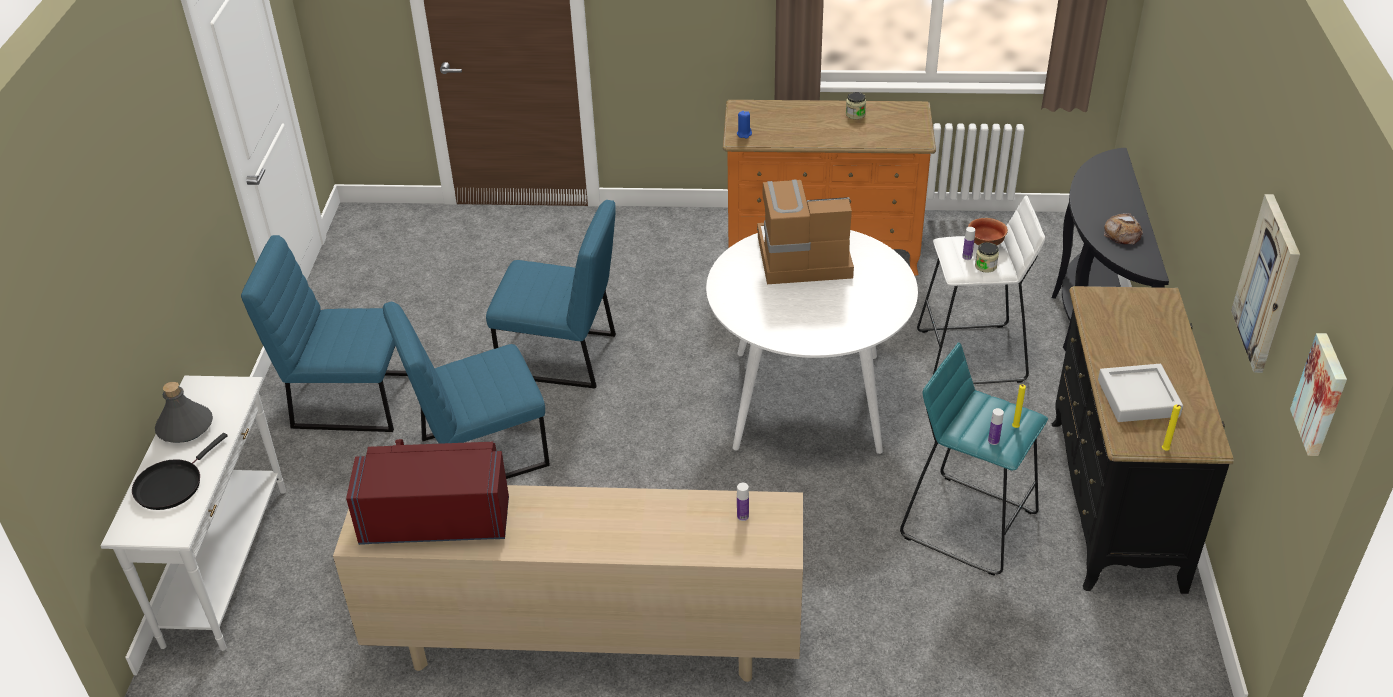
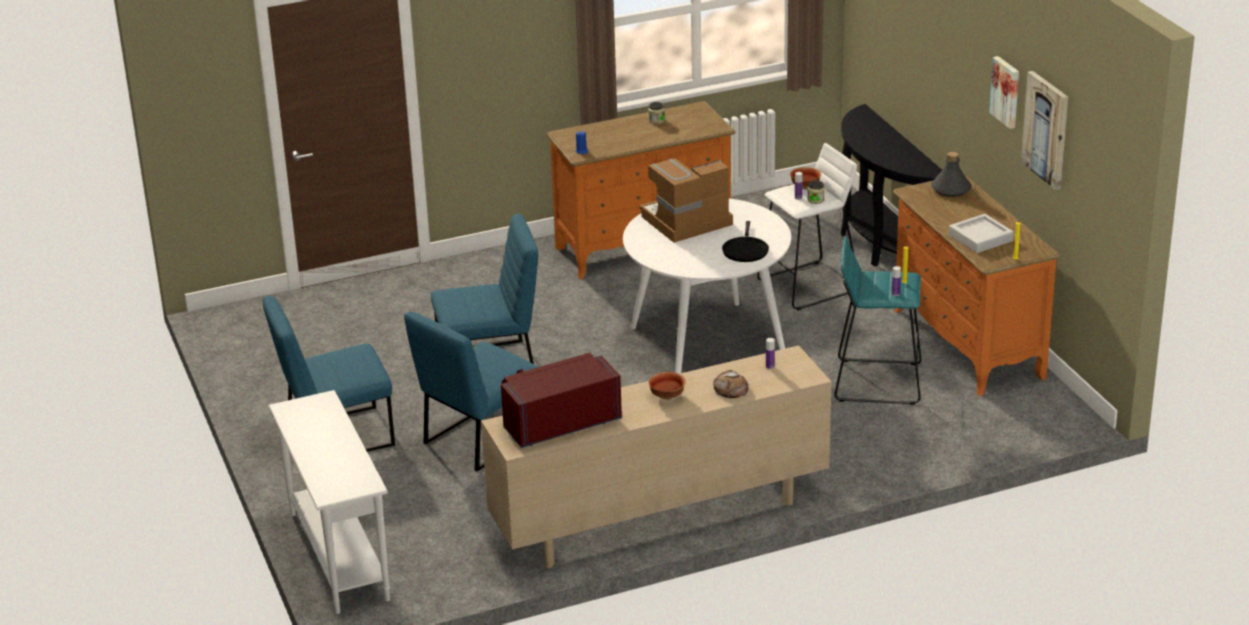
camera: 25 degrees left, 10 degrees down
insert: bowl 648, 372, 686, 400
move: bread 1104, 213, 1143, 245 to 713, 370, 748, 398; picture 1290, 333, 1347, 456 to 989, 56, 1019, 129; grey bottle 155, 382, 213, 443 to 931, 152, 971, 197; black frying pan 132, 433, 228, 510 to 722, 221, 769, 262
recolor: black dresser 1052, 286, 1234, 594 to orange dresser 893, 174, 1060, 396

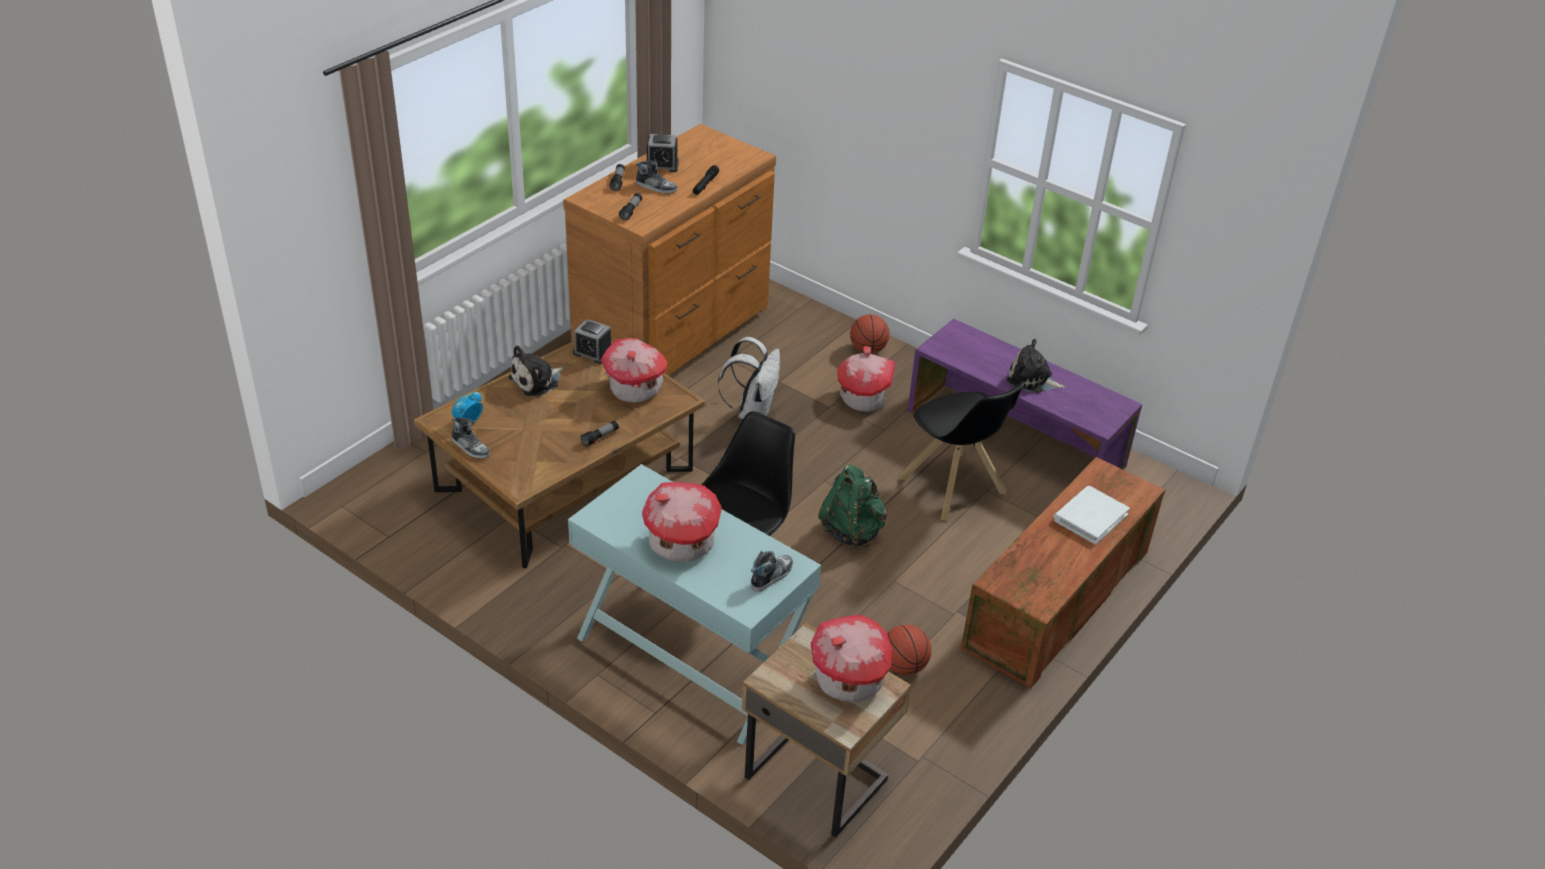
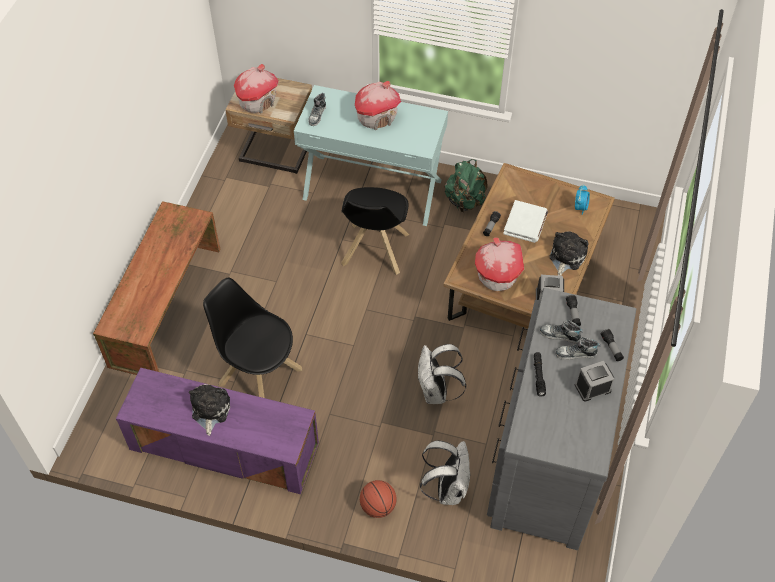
camera: 160 degrees right, 15 degrees up
delete: toy house 837, 346, 895, 412; basketball 887, 625, 931, 675
insert: white backpack 420, 440, 471, 505
move: shoe 451, 418, 490, 458 to 540, 320, 583, 343; green backpack 818, 465, 887, 548 to 445, 159, 487, 212; white book 1054, 486, 1130, 545 to 503, 200, 548, 243
recolor: brown dresser 563, 124, 776, 375 to grey dresser 487, 288, 636, 550
rotate: plush toy 1007, 339, 1065, 393 = 189, 384, 230, 436 90 degrees counterclockwise

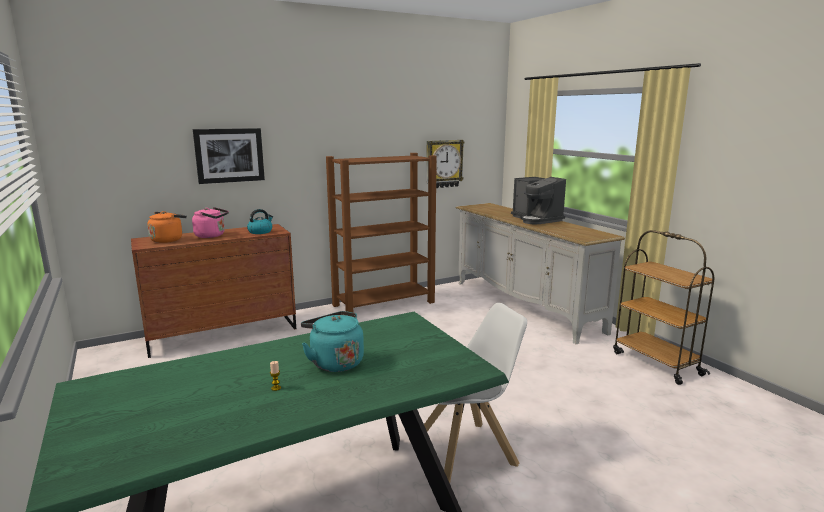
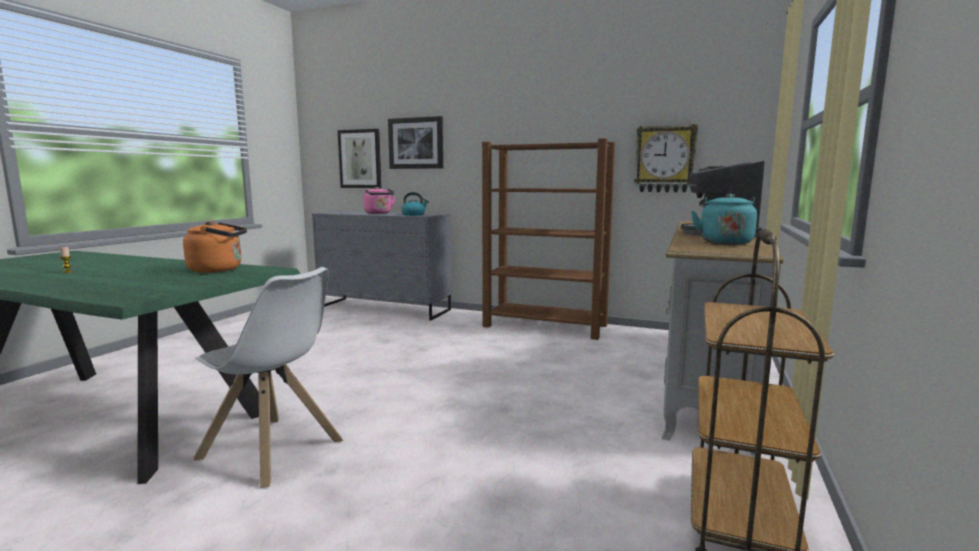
camera: 50 degrees right, 5 degrees down
insert: picture 338, 129, 382, 188
move: orange kettle 147, 211, 187, 243 to 183, 221, 247, 273; turquoise kettle 301, 311, 364, 372 to 691, 194, 757, 245
recolor: brown dresser 131, 224, 296, 358 to grey dresser 312, 211, 452, 320

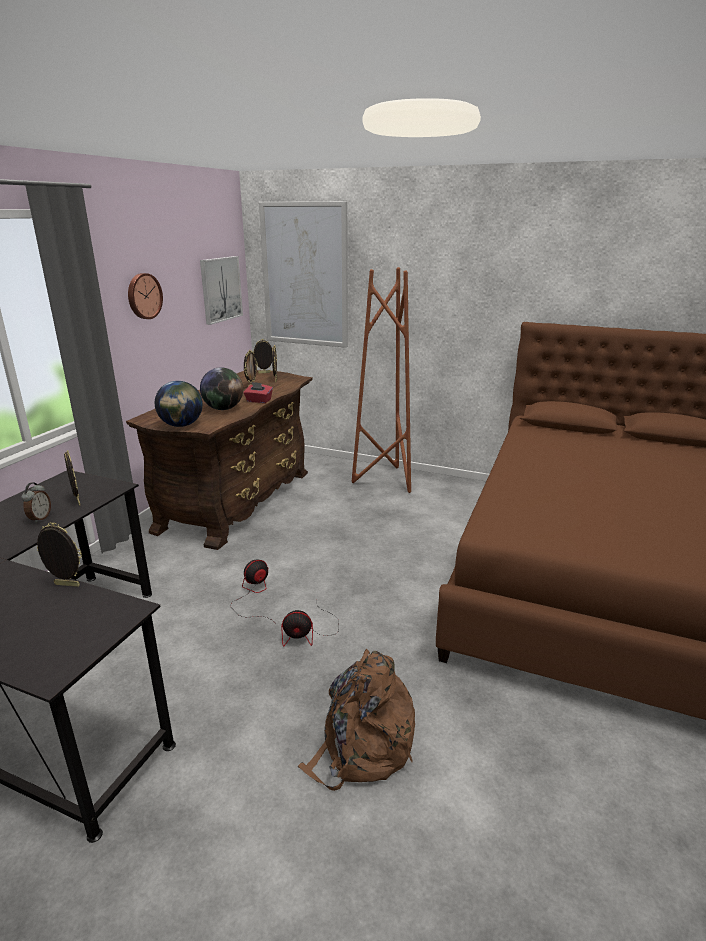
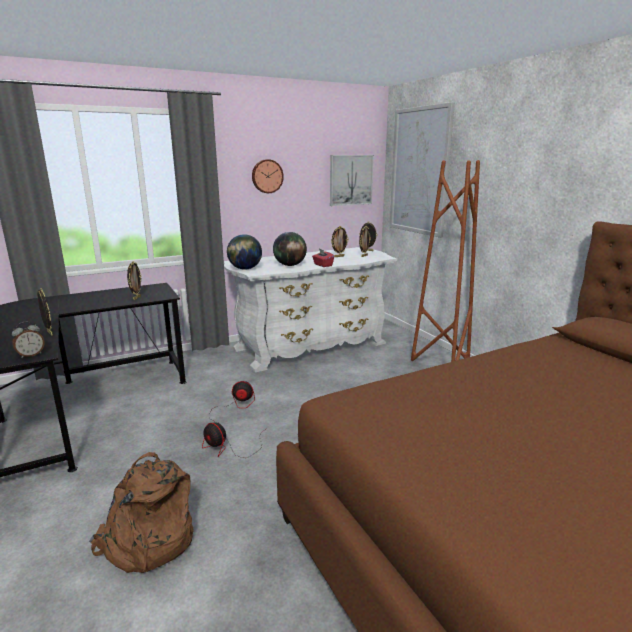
camera: 40 degrees right, 5 degrees down
move: alarm clock 21, 482, 51, 523 to 12, 322, 45, 358
recolor: brown dresser 126, 370, 313, 550 to white dresser 224, 247, 397, 372

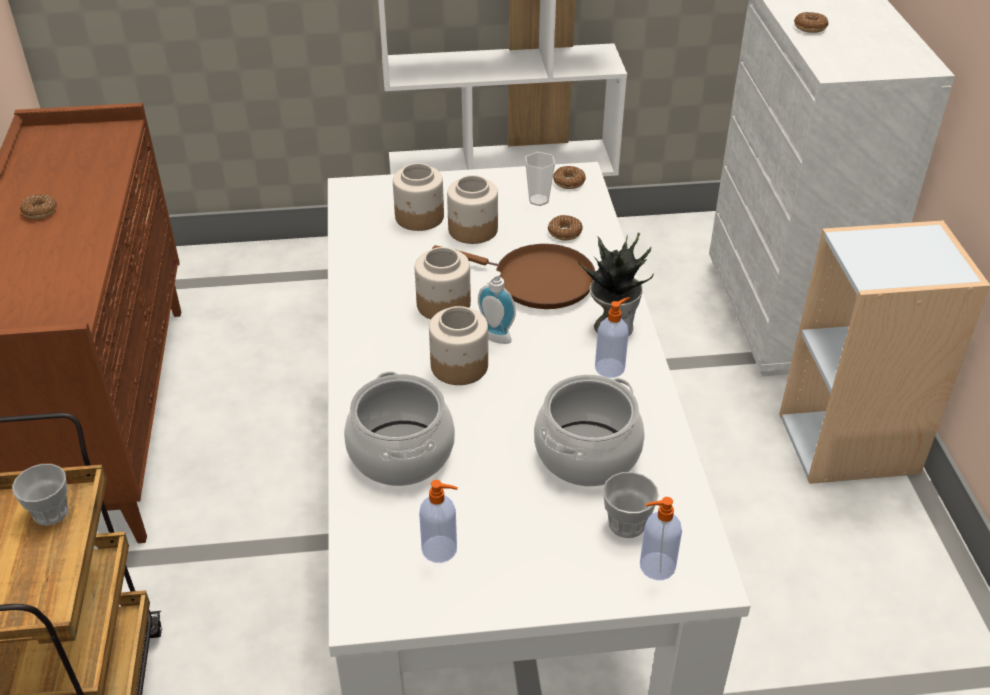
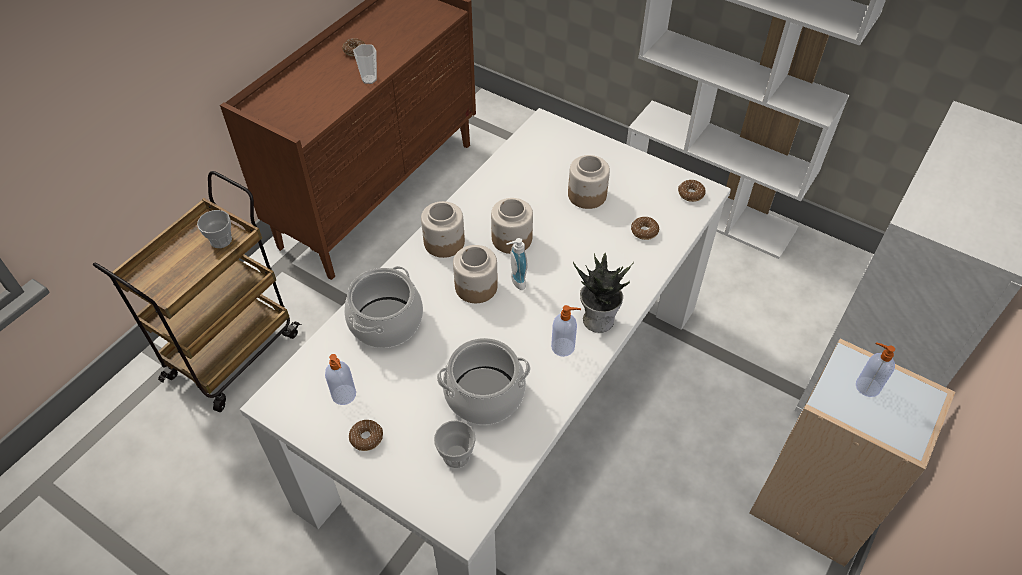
camera: 40 degrees right, 10 degrees up
delete: brown frying pan 432, 244, 595, 309
move: donut 794, 12, 829, 33 to 349, 420, 383, 451; cup 525, 152, 555, 206 to 353, 44, 377, 84; jar 393, 163, 444, 231 to 421, 201, 465, 258; soap dispenser 640, 497, 682, 580 to 856, 342, 895, 397

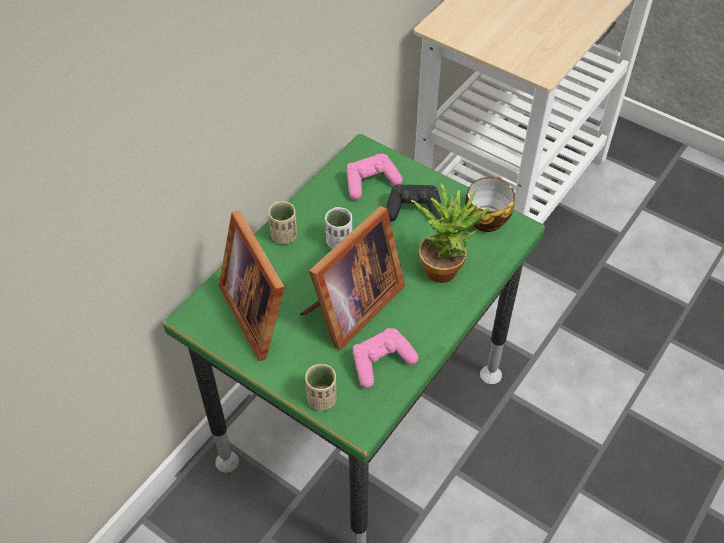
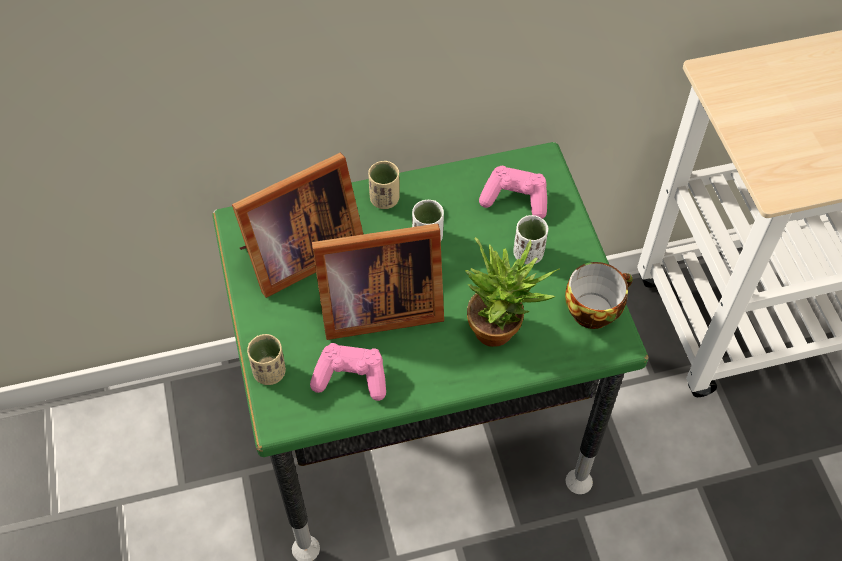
camera: 40 degrees right, 5 degrees up
replace: black game controller 386, 184, 442, 222 to white cup 513, 215, 548, 264
rotate: picture frame 219, 211, 285, 361 = 232, 153, 363, 298 135 degrees counterclockwise

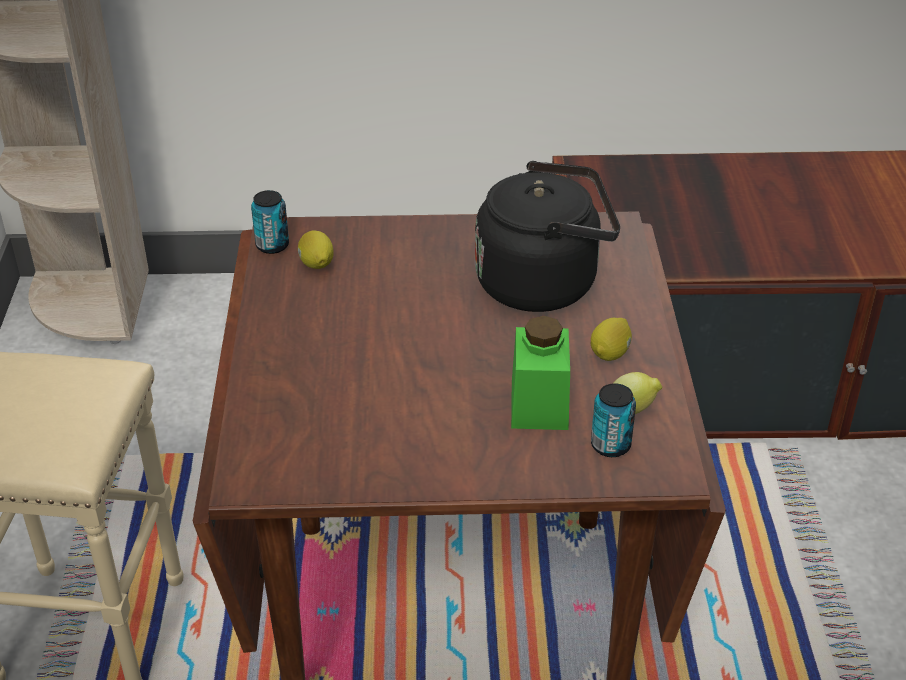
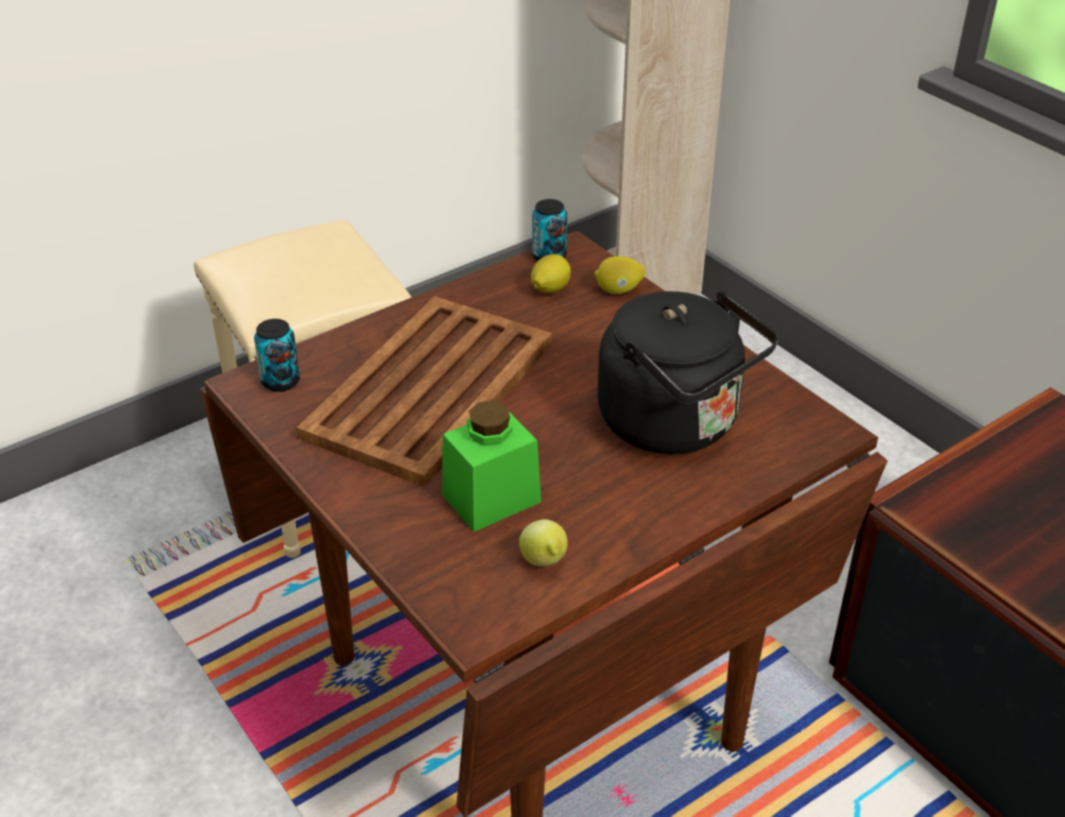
camera: 55 degrees right, 0 degrees up
insert: brown tray 296, 296, 552, 487
move: lemon 591, 318, 632, 361 to 594, 256, 646, 294; can 591, 383, 636, 457 to 254, 319, 300, 392

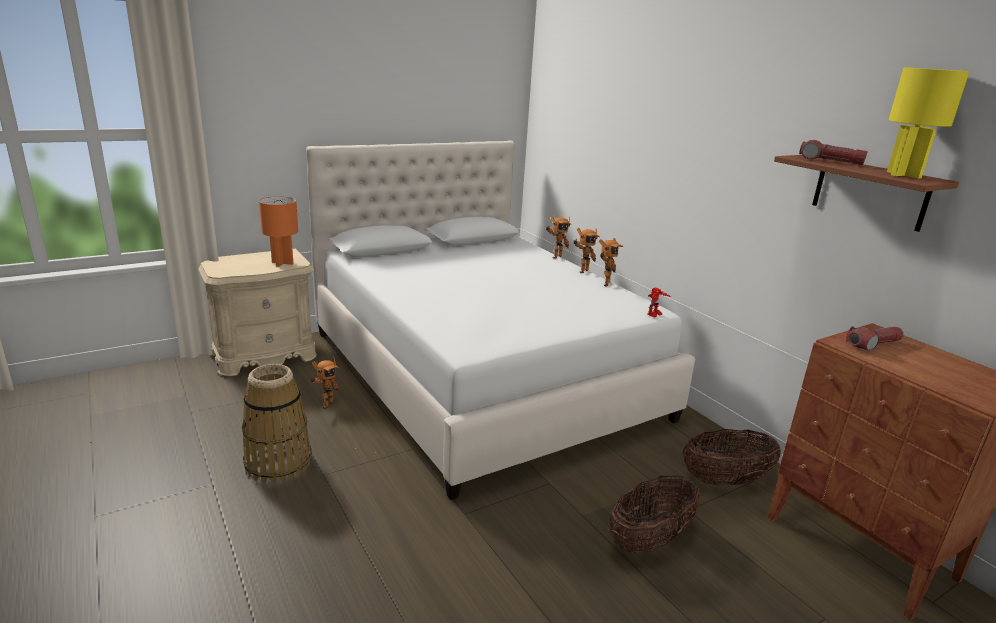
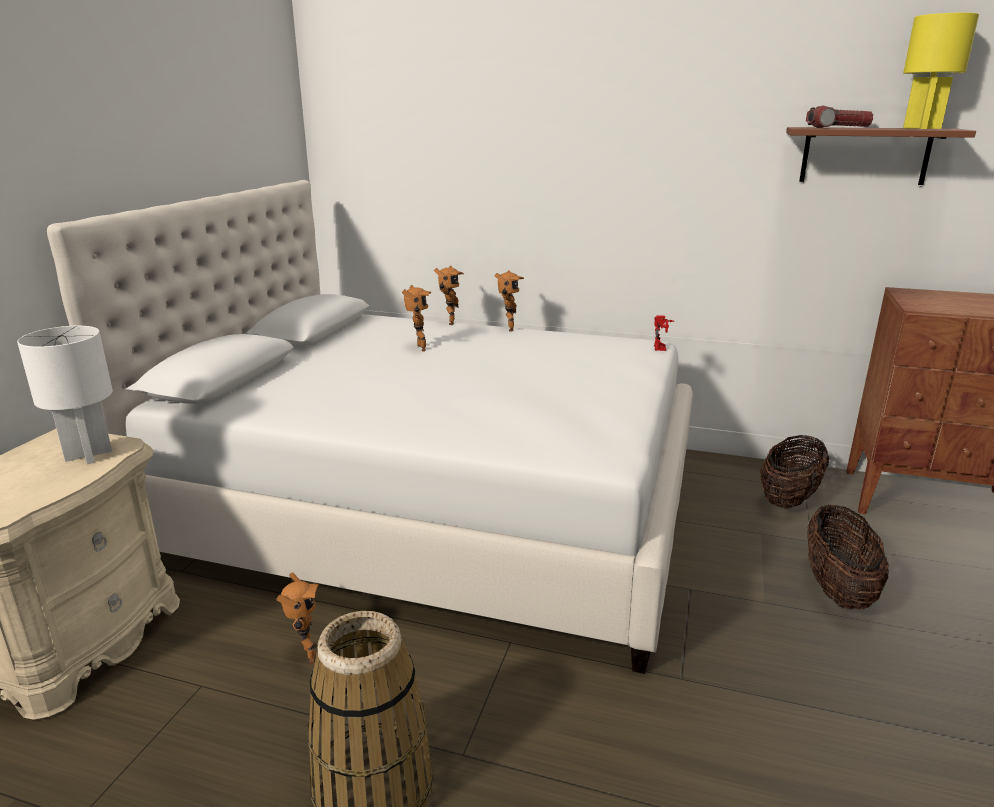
camera: 40 degrees left, 0 degrees up
delete: flashlight 846, 326, 903, 351
move: toy robot 599, 238, 623, 286 to 402, 285, 431, 351
recolor: orange table lamp 259, 196, 298, 267 to white table lamp 17, 326, 113, 464

